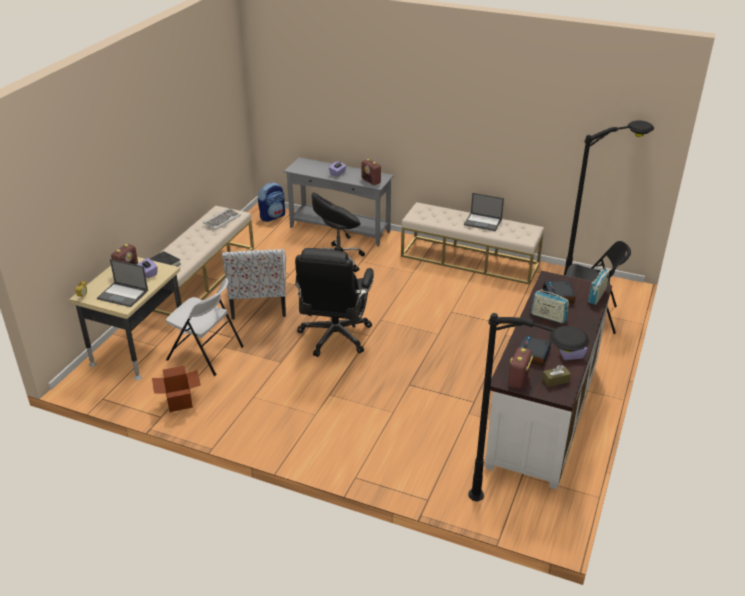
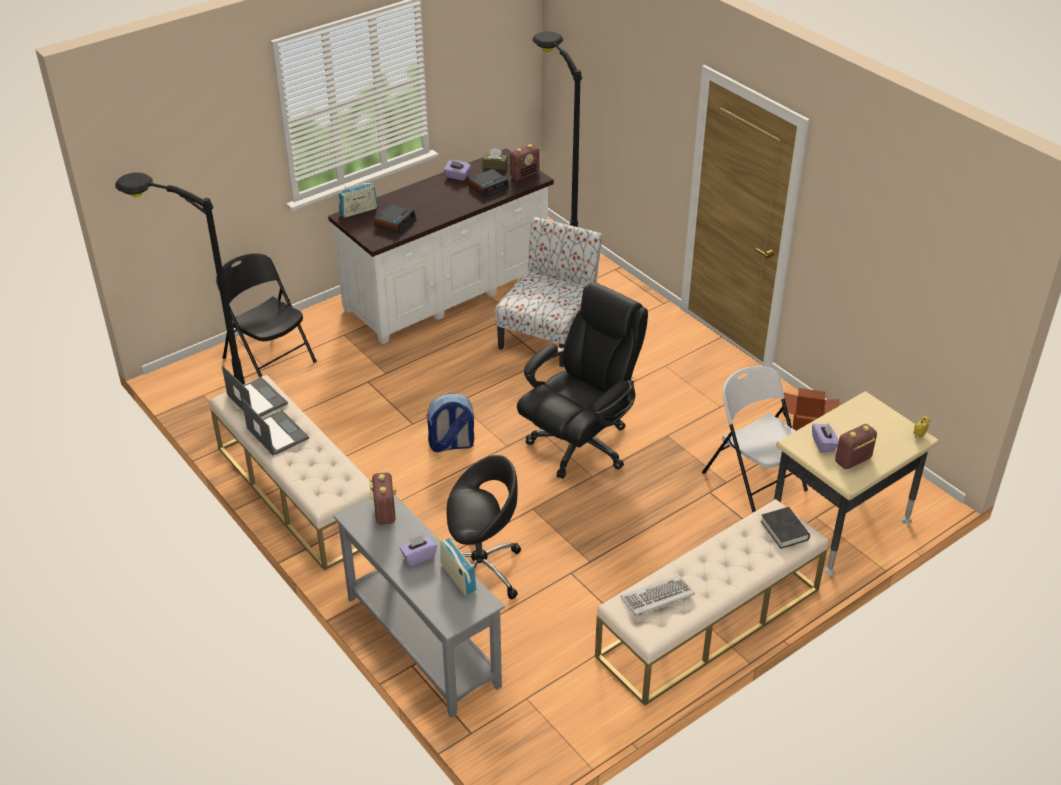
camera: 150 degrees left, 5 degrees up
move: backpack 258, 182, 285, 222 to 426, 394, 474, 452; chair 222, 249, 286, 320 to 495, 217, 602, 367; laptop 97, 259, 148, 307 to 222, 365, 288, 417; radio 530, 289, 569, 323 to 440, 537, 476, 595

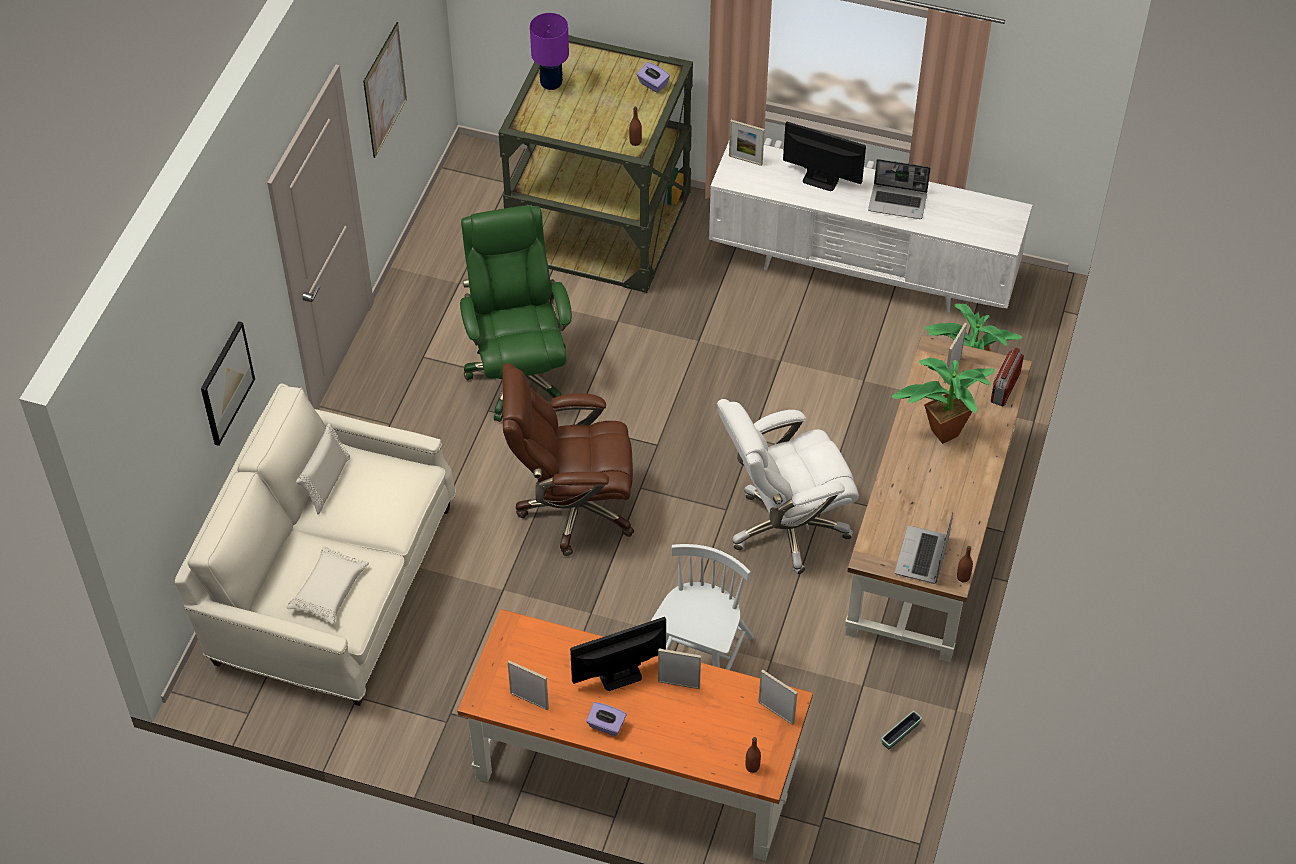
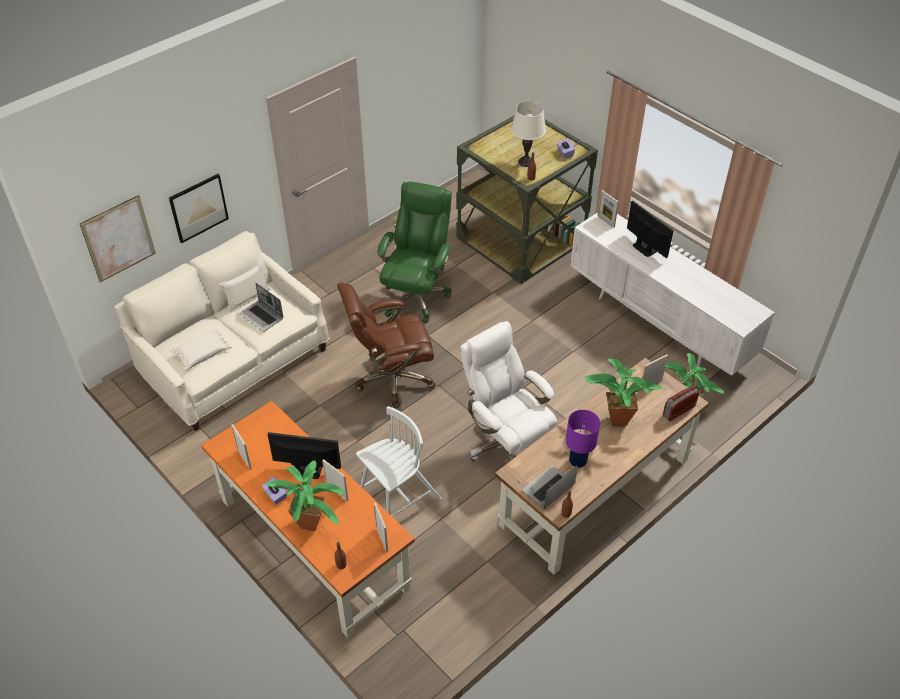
camera: 30 degrees right, 5 degrees down
delete: planter 881, 711, 922, 749
insert: white table lamp 511, 101, 546, 167; potted plant 266, 460, 346, 531
move: purple table lamp 530, 13, 569, 90 to 566, 410, 600, 468; picture 363, 22, 407, 158 to 80, 195, 156, 282; laptop 868, 159, 931, 219 to 239, 283, 284, 332
rotate: brown office chair 502, 363, 634, 556 = 337, 282, 435, 408 45 degrees counterclockwise; white office chair 717, 399, 859, 574 = 460, 321, 557, 462 45 degrees clockwise

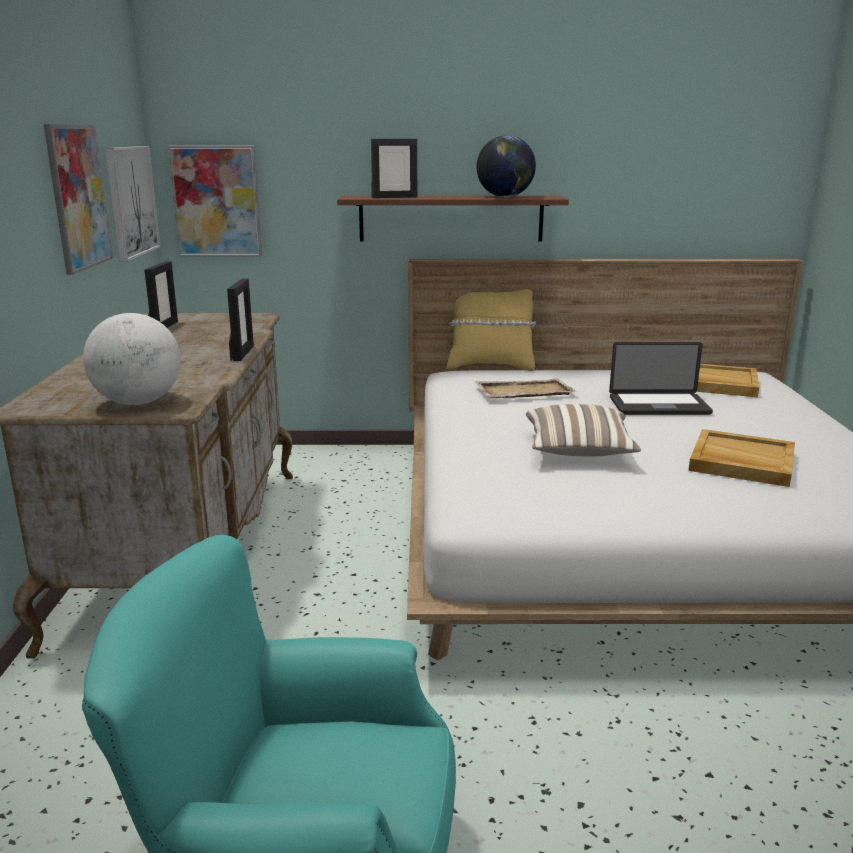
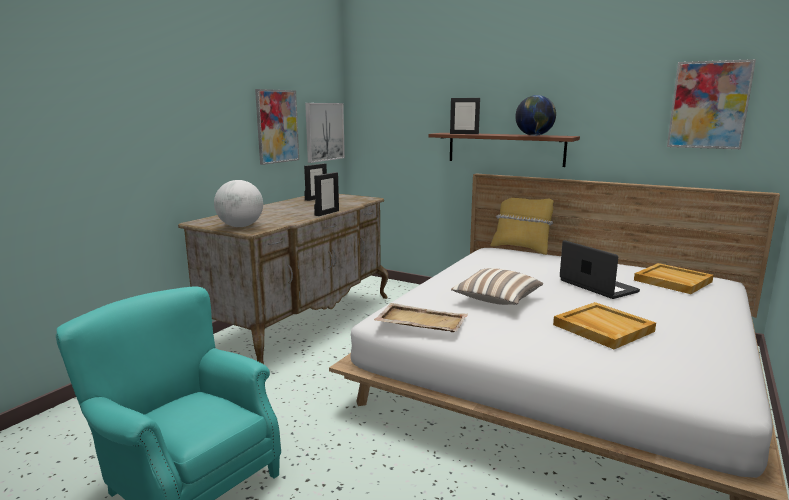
camera: 30 degrees right, 5 degrees down
move: picture 168, 145, 262, 256 to 667, 59, 756, 149; beige tray 474, 378, 577, 398 to 374, 303, 468, 332
rotate: laptop 609, 342, 713, 415 = 560, 240, 640, 299 150 degrees counterclockwise

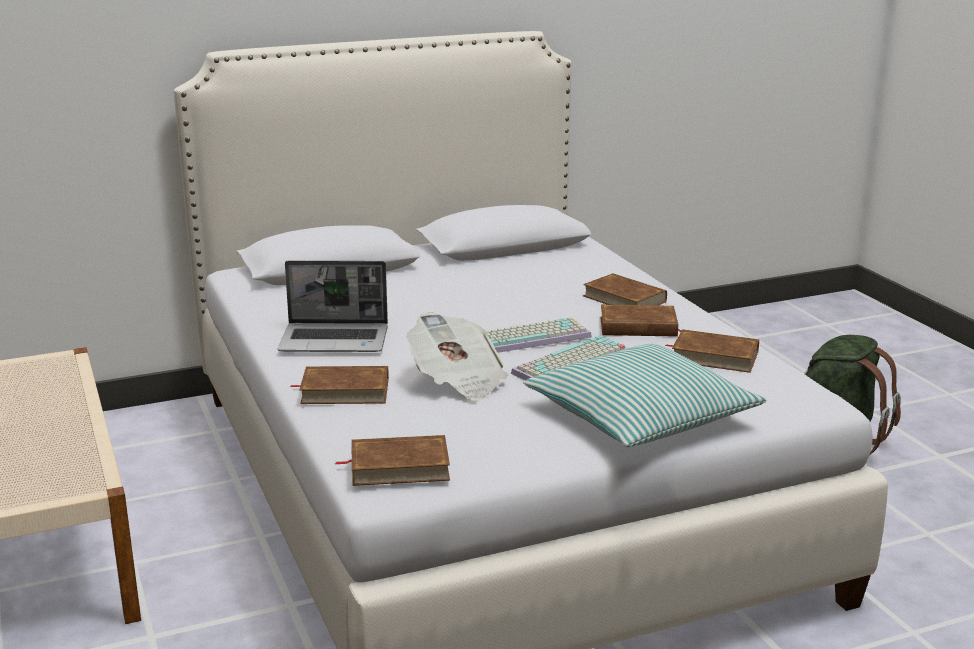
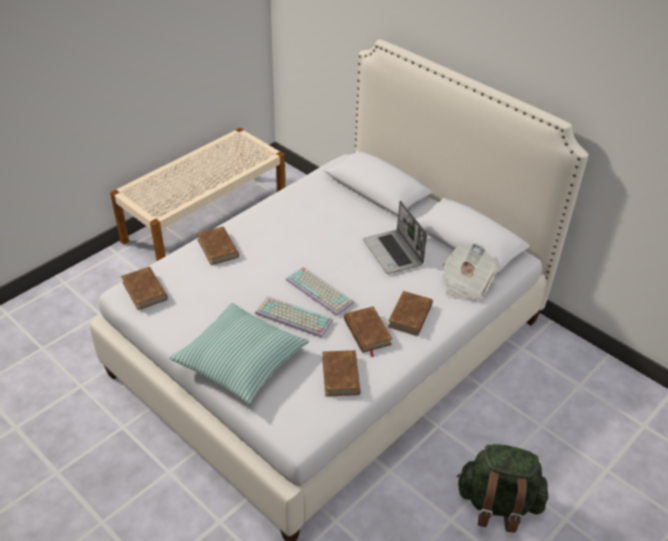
camera: 65 degrees right, 20 degrees up
move: laptop 278, 261, 388, 352 to 363, 200, 427, 274; newspaper 406, 312, 509, 402 to 443, 243, 498, 300

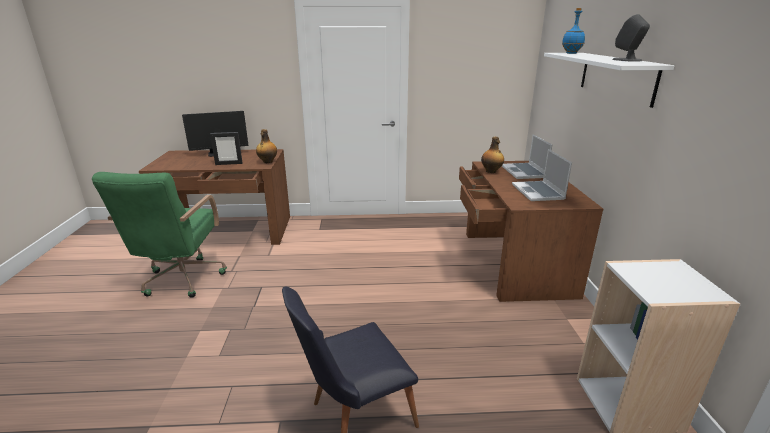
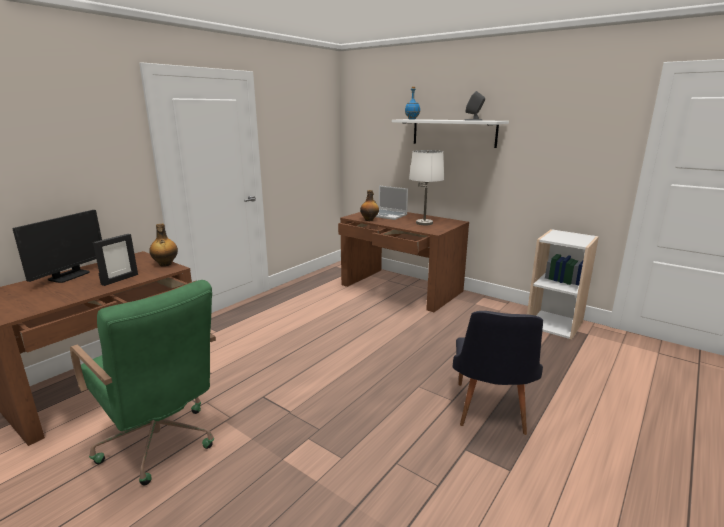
camera: 50 degrees left, 5 degrees down
replace: laptop 512, 149, 572, 201 to white table lamp 409, 150, 444, 225

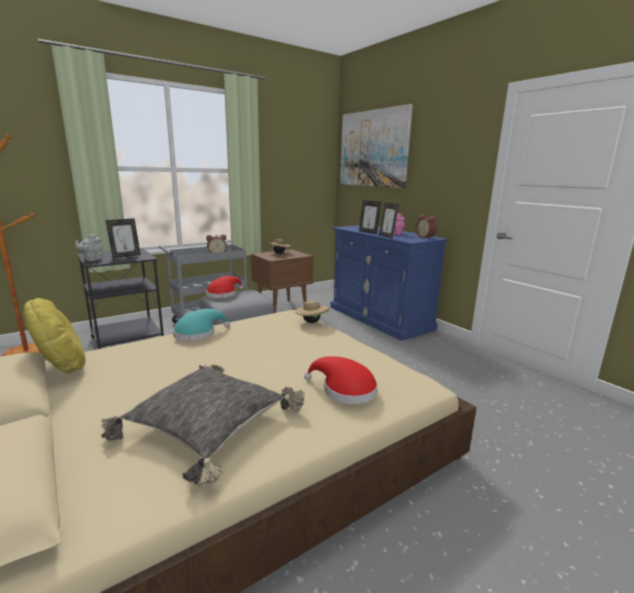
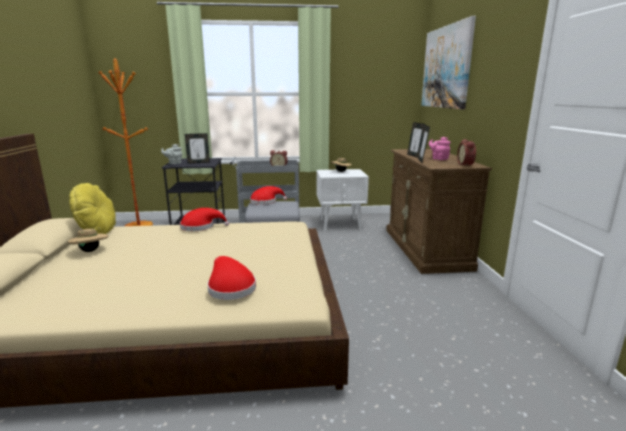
camera: 30 degrees right, 0 degrees up
delete: pillow 101, 364, 305, 487
move: beige hat 295, 298, 329, 323 to 68, 229, 109, 252
recolor: blue dresser 330, 225, 448, 341 to brown dresser 386, 149, 492, 274; brown nightstand 251, 249, 313, 313 to white nightstand 316, 169, 369, 231; turquoise hat 173, 309, 230, 341 to red hat 180, 208, 229, 231

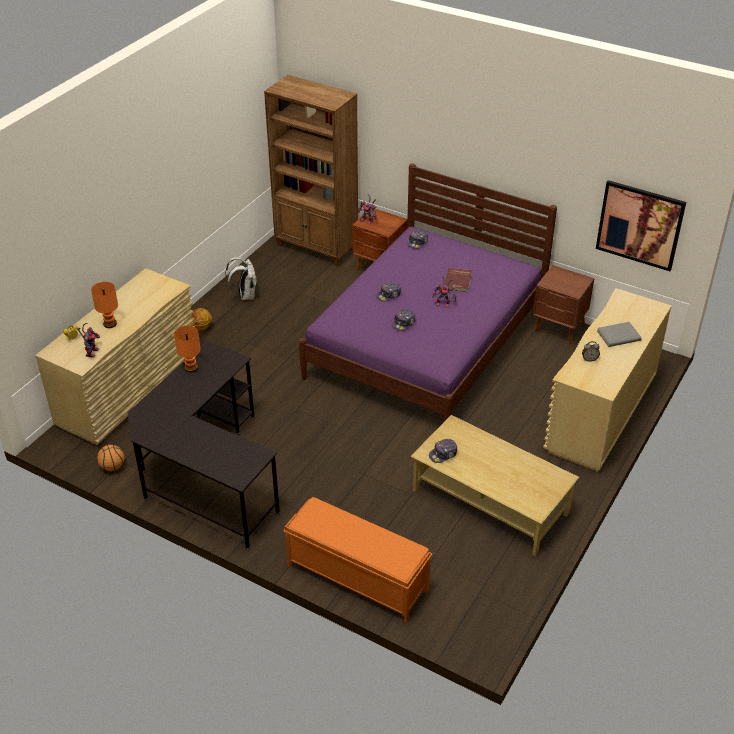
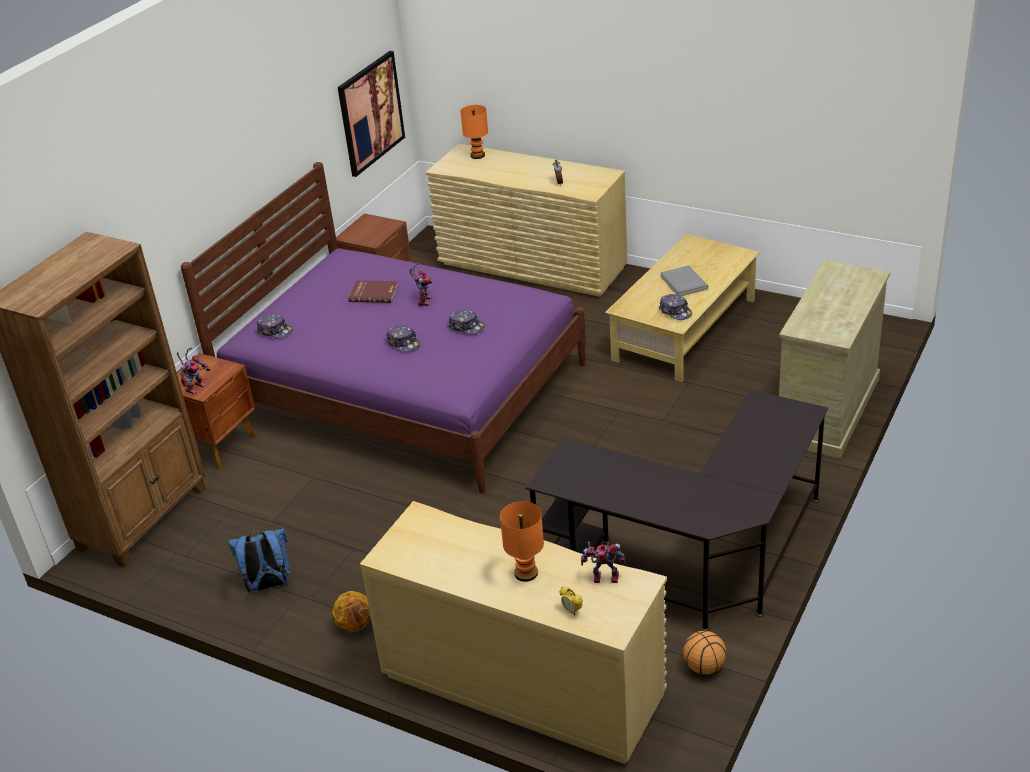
camera: 90 degrees left, 5 degrees down
move: grey book 597, 322, 642, 347 to 661, 265, 708, 296; orange table lamp 174, 325, 201, 372 to 460, 105, 488, 159
replace: orange bench 283, 497, 433, 623 to beige dresser 779, 260, 890, 459
recolor: white backpack 225, 257, 257, 301 to blue backpack 228, 528, 290, 592

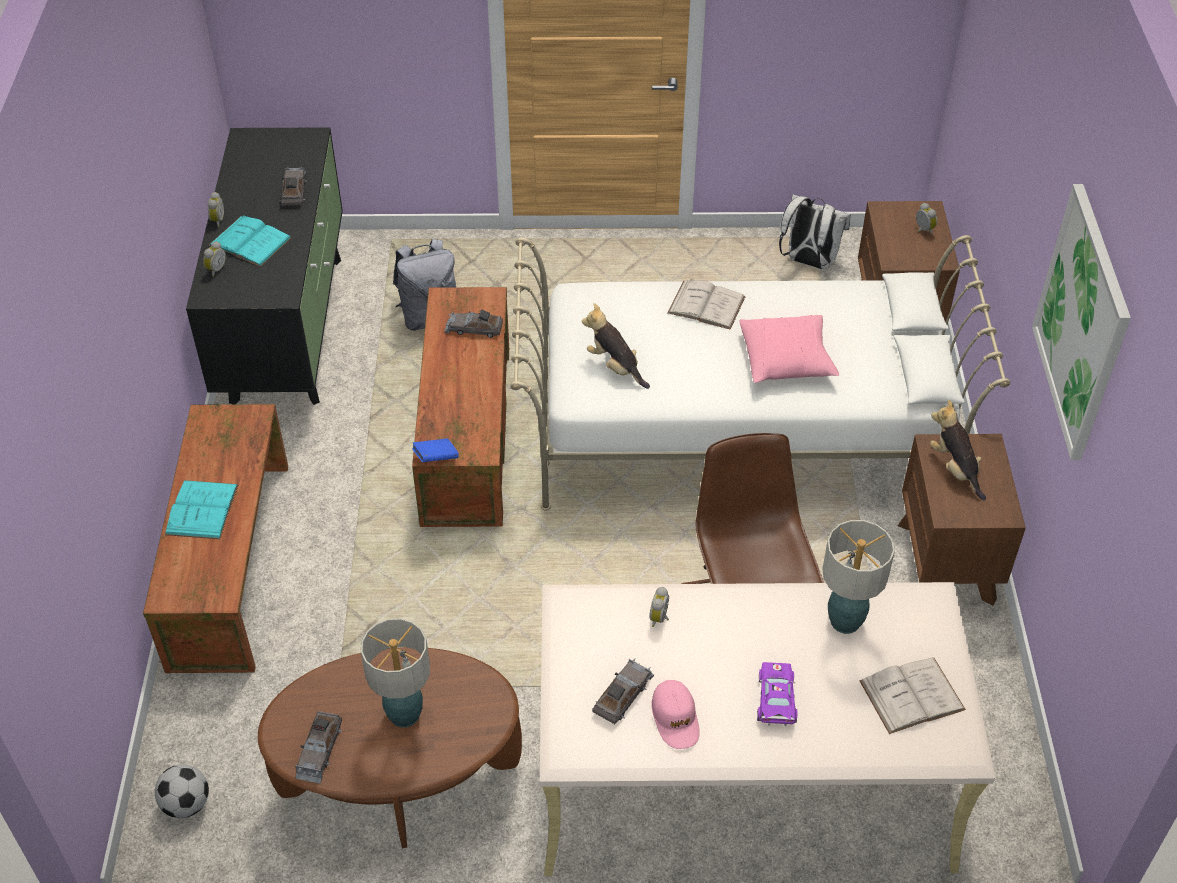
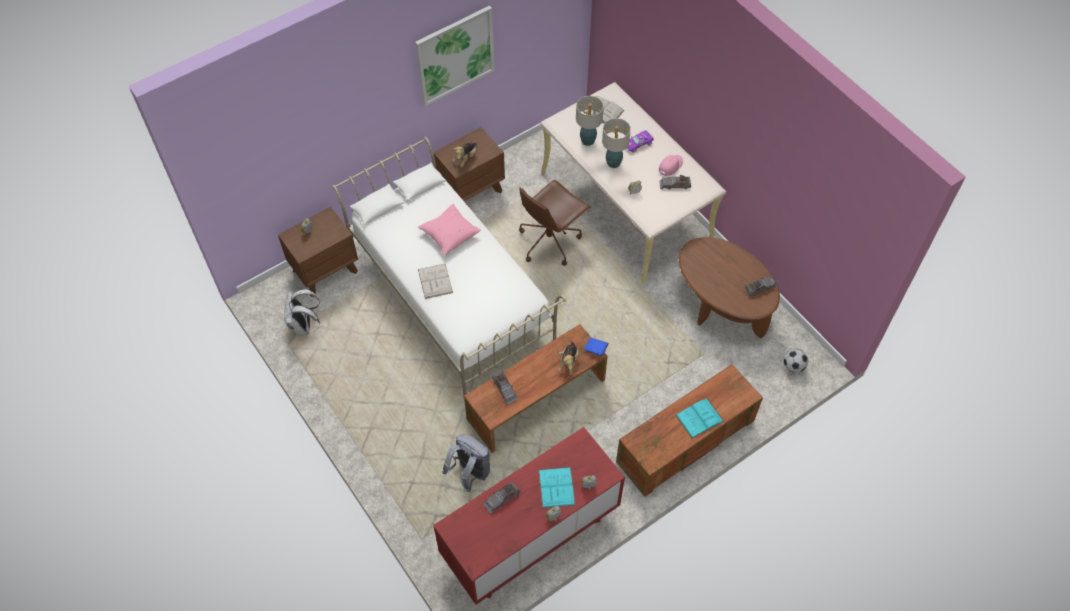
camera: 125 degrees left, 10 degrees up
move: plush toy 582, 303, 650, 389 to 558, 341, 579, 375; table lamp 361, 618, 430, 728 to 602, 118, 631, 168
recolor: black dresser 186, 127, 343, 405 to red dresser 433, 427, 625, 605

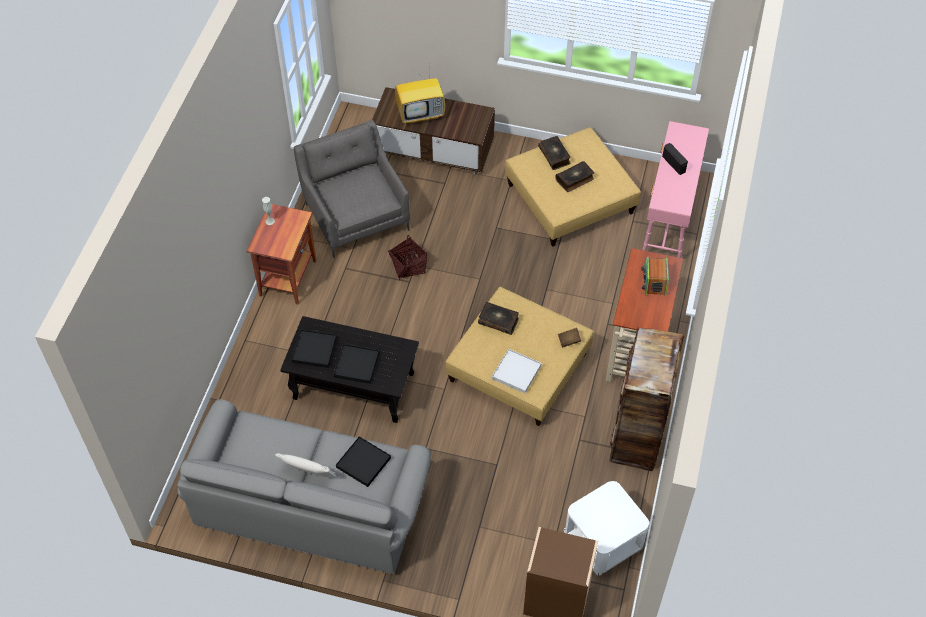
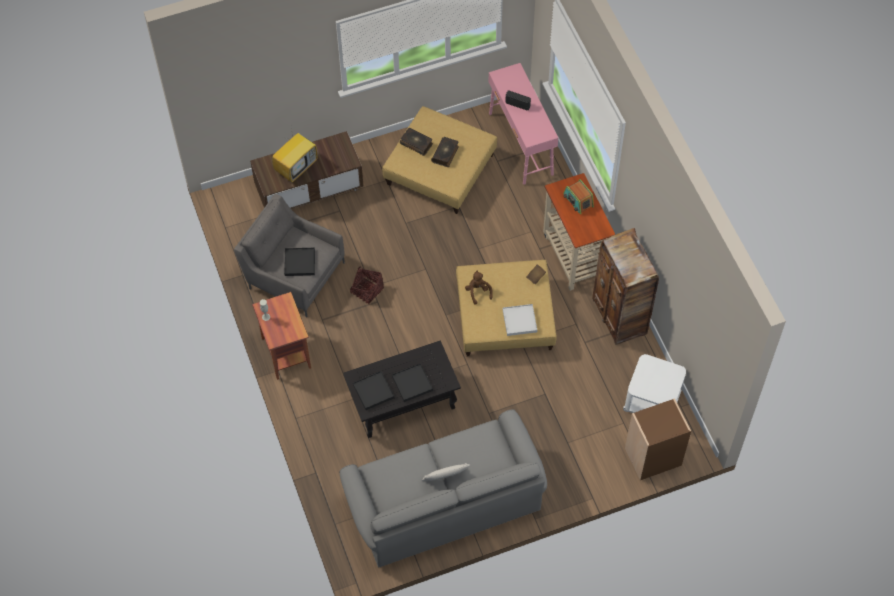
camera: 35 degrees left, 5 degrees up
move: black tray 336, 436, 391, 487 to 284, 248, 315, 276
replace: book 478, 302, 519, 335 to brown plush toy 465, 271, 493, 305

